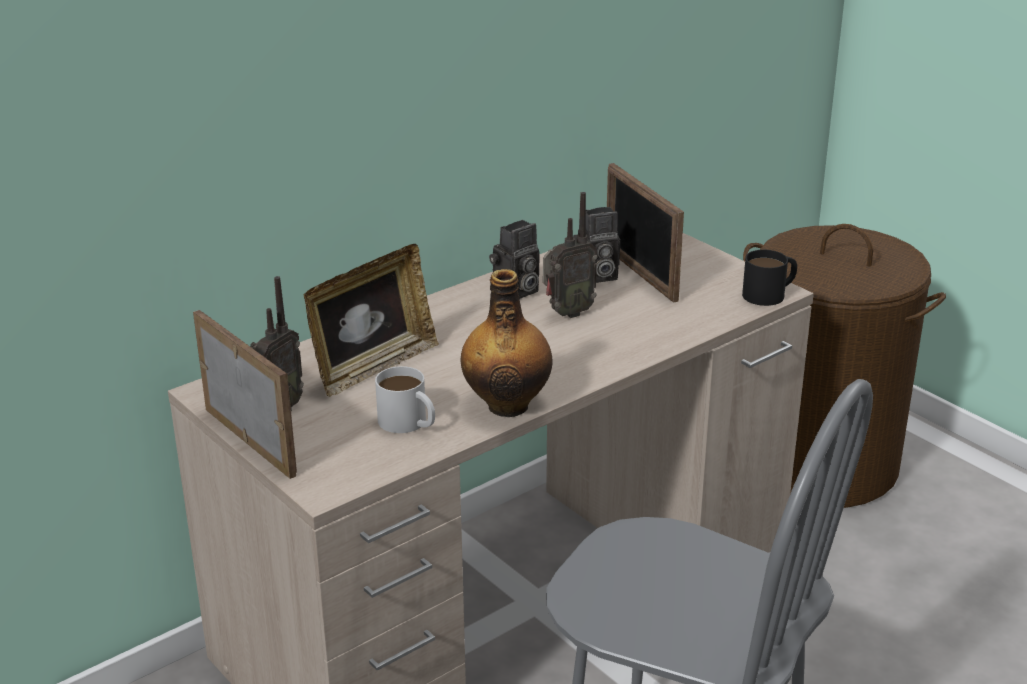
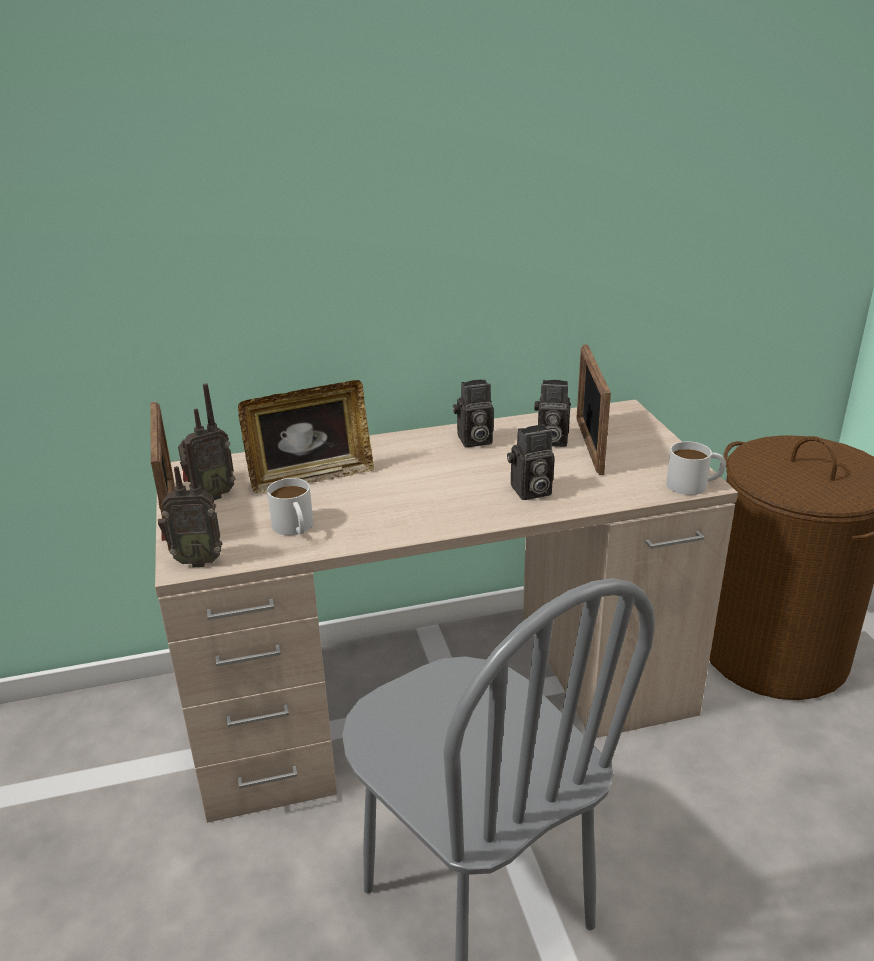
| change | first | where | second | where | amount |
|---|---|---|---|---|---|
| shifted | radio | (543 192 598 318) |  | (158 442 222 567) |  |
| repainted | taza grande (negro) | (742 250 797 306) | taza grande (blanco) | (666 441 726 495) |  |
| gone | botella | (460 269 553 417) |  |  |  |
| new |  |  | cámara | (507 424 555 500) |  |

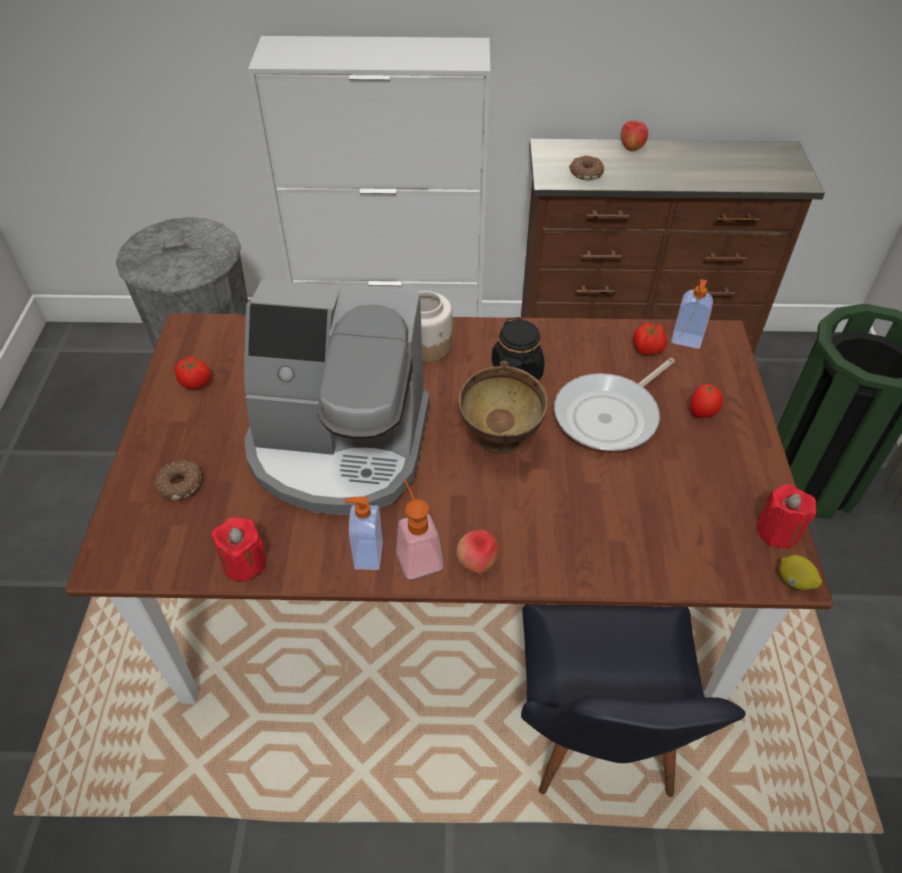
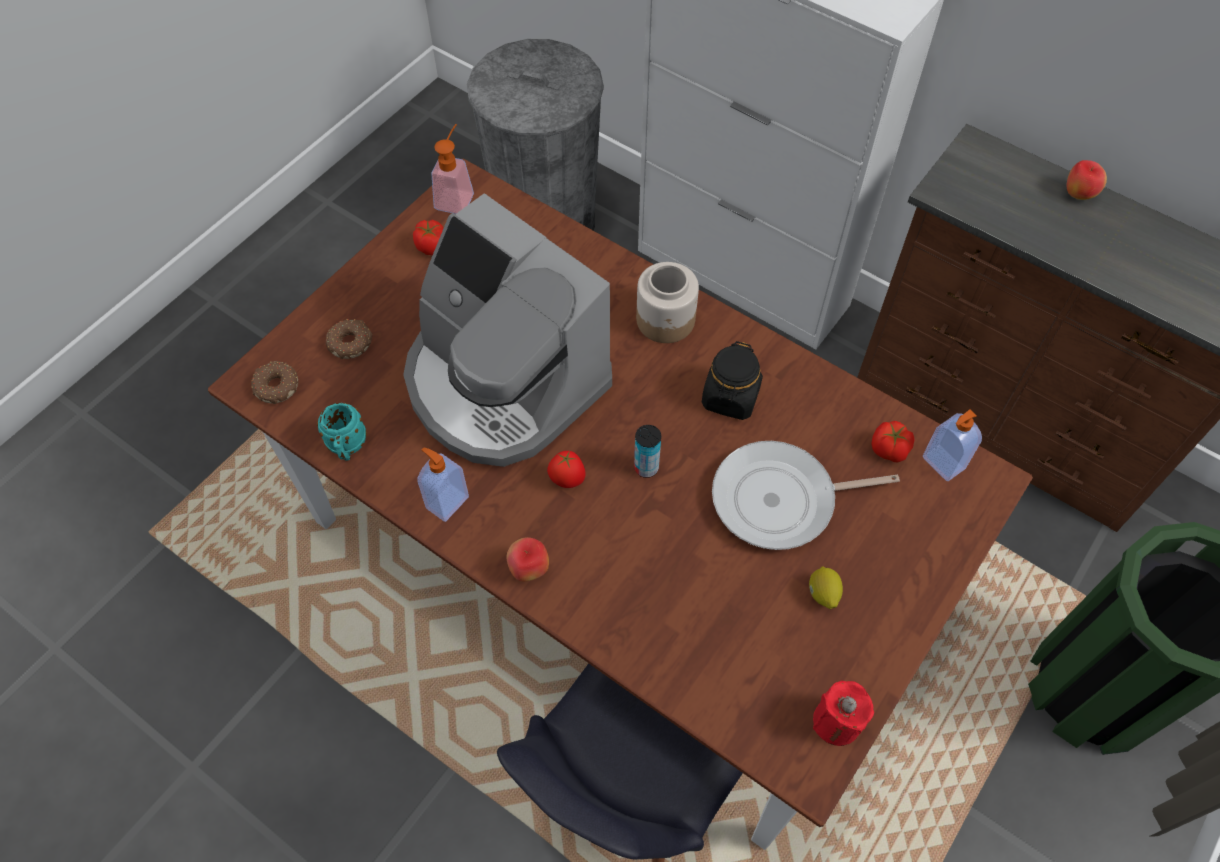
| change | first | where | second | where | amount |
|---|---|---|---|---|---|
| shifted | rosquilla | (569 155 604 181) |  | (251 361 299 404) |  |
| swapped | cuenco (marrón) | (458 361 548 454) | lata | (634 425 661 478) |  |
| shifted | tomate | (690 384 723 418) |  | (547 451 586 488) |  |
| shifted | dispensador de jabón | (396 479 443 579) |  | (431 124 474 214) |  |
| swapped | vela (rojo) | (212 517 266 582) | taza grande (turquesa) | (317 403 367 461) |  |
| shifted | limón | (779 555 822 590) |  | (809 566 843 609) |  |

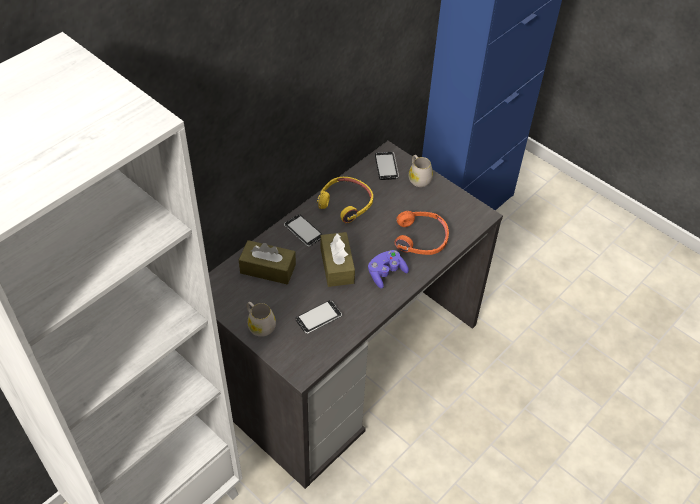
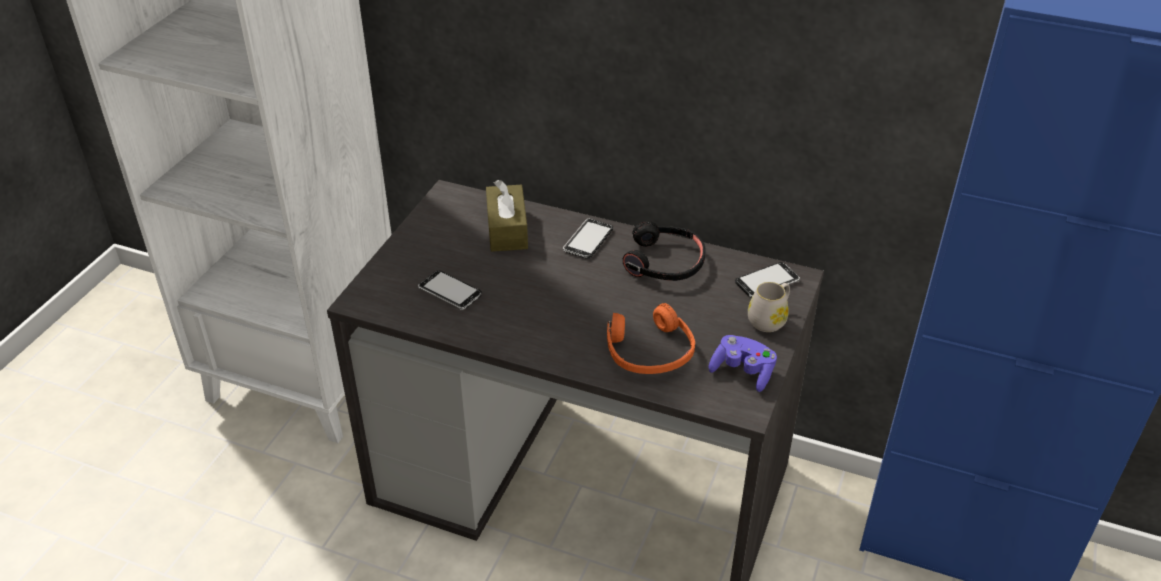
| change | first | where | second | where | amount |
|---|---|---|---|---|---|
| repainted | auriculares (amarillo) | (317 177 373 223) | auriculares (negro) | (623 221 706 281) |  |
| gone | caja de pañuelos (marrón) | (321 232 355 287) |  |  |  |
| shifted | mando de consola (morado) | (368 250 409 289) |  | (709 335 777 392) |  |
| gone | taza grande (blanco) | (247 302 276 337) |  |  |  |

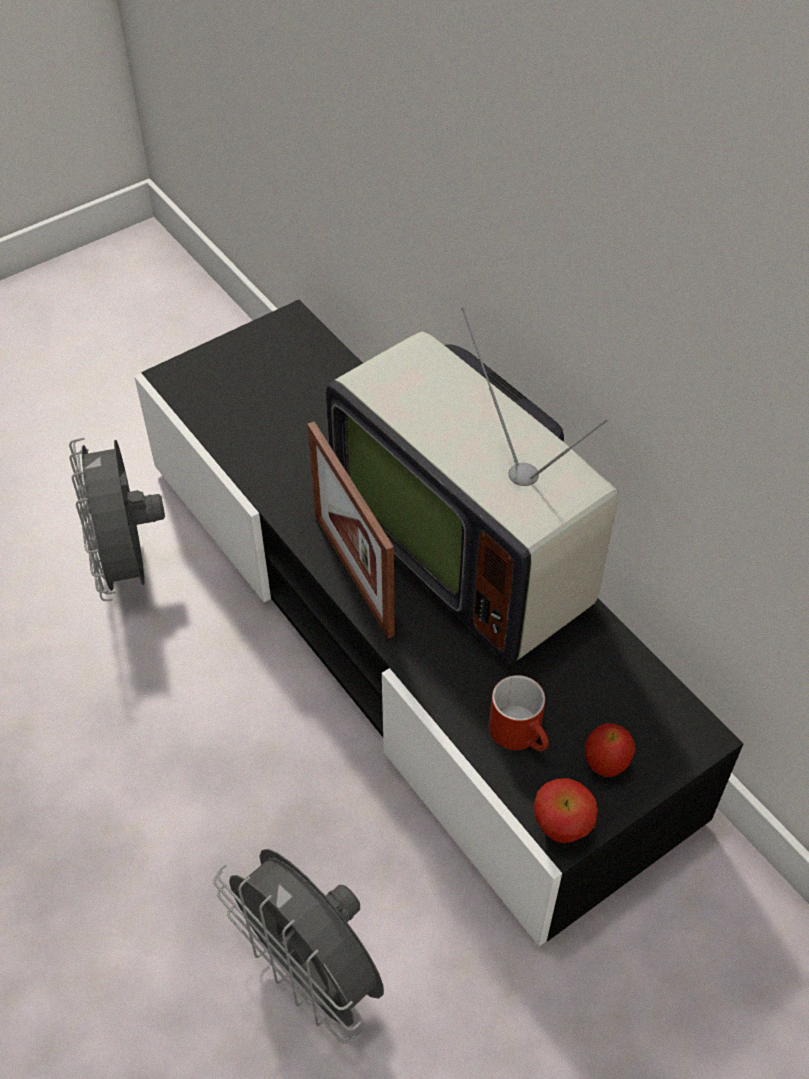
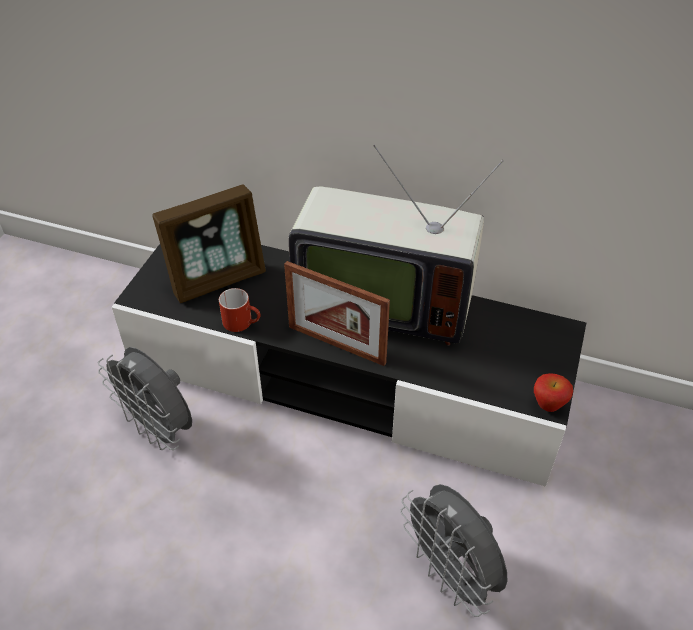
| change | first | where | second | where | amount |
|---|---|---|---|---|---|
| shifted | taza grande (rojo) | (489 675 549 751) |  | (219 288 261 332) |  |
| gone | manzana | (585 723 636 777) |  |  |  |
| rotated | ventilador (gris) | (213 849 384 1044) |  | (400 484 508 617) | 45 degrees clockwise |
| new |  |  | portarretratos | (152 184 266 303) |  |

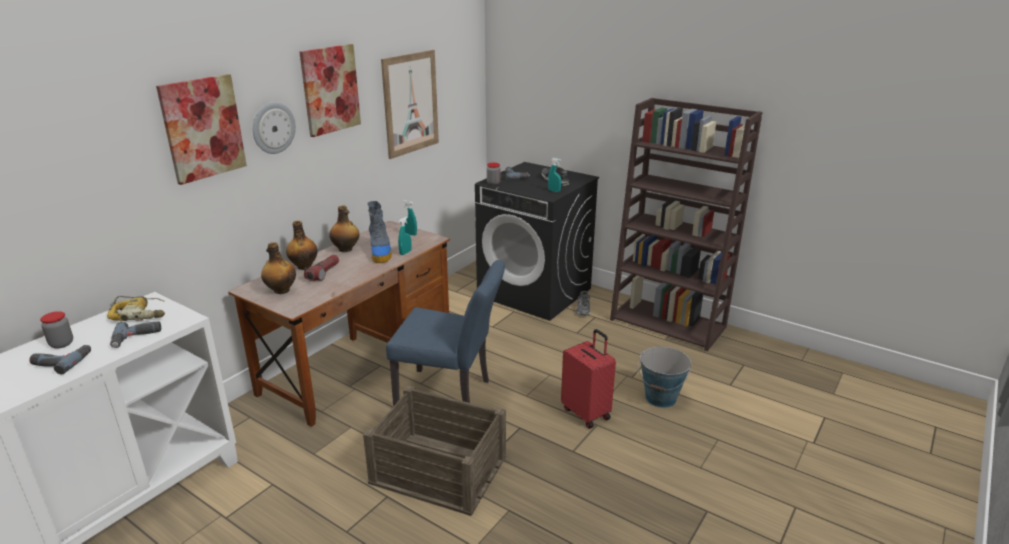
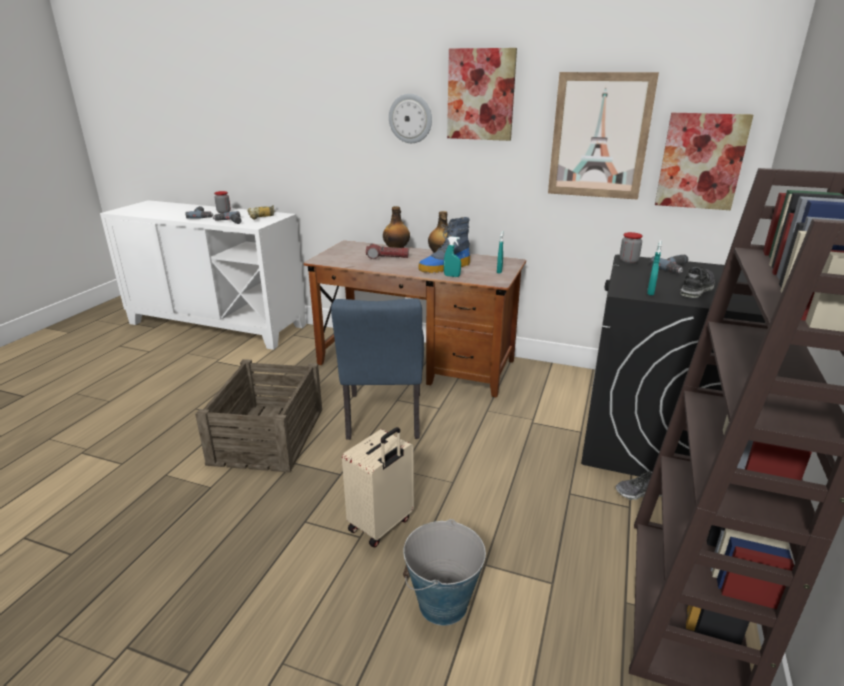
| change | first | where | second | where | amount |
|---|---|---|---|---|---|
| shifted | cuadro | (156 74 247 185) |  | (655 113 753 210) |  |
| gone | botella | (261 242 296 294) |  |  |  |
| repainted | maleta (rojo) | (561 329 616 429) | maleta (beis) | (342 427 414 547) |  |

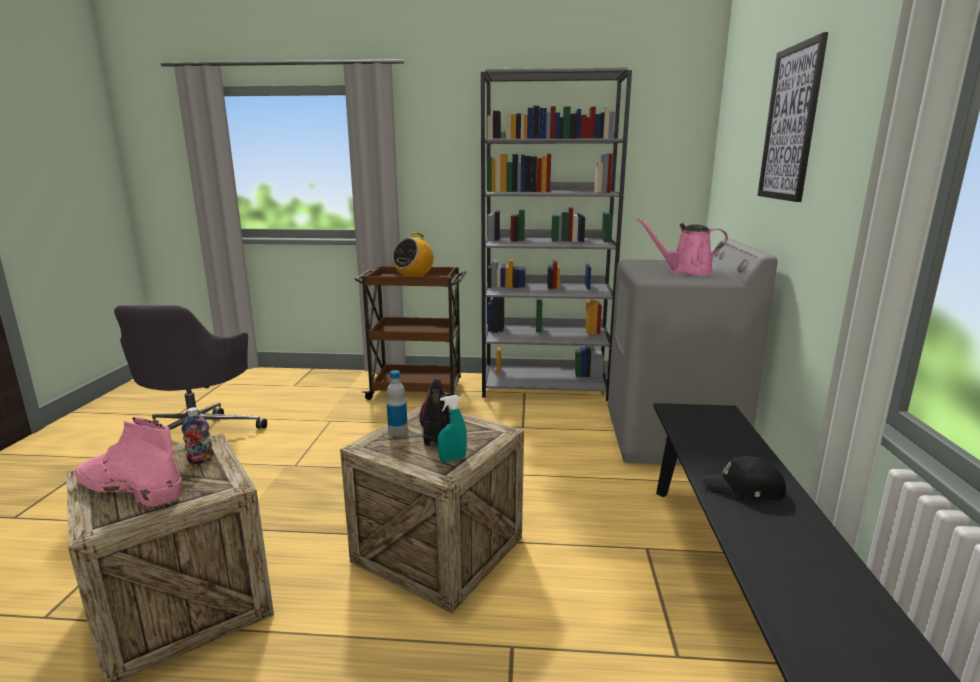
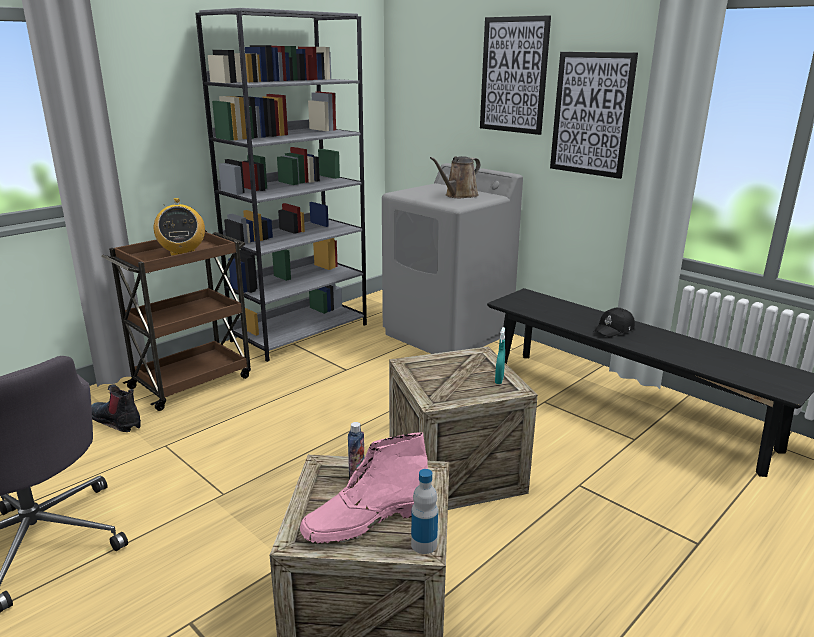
| change | first | where | second | where | amount |
|---|---|---|---|---|---|
| repainted | regadera (rosa) | (637 218 728 275) | regadera (marrón) | (430 156 480 198) |  |
| shifted | botella | (387 370 408 436) |  | (411 469 438 554) |  |
| shifted | bota | (419 378 450 447) |  | (91 384 141 432) |  |
| new |  |  | cuadro | (550 52 638 179) |  |

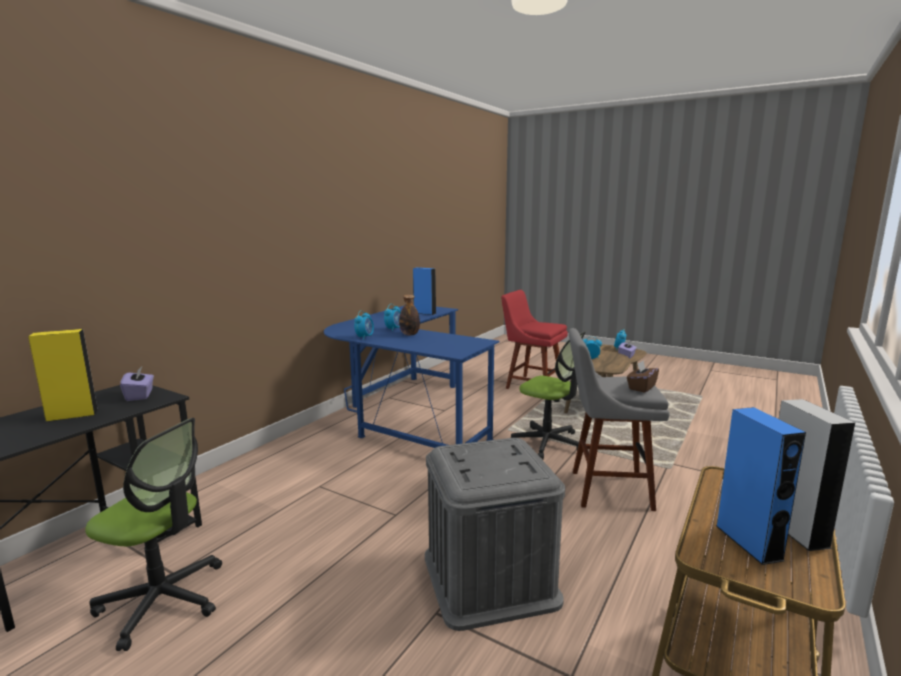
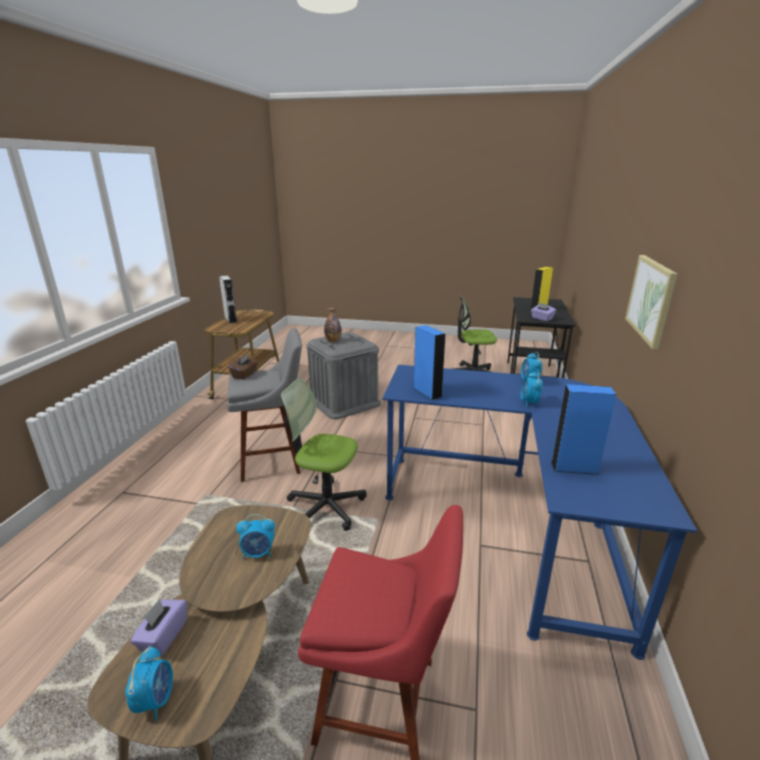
| change | first | where | second | where | amount |
|---|---|---|---|---|---|
| shifted | botella | (399 295 420 336) |  | (324 308 342 342) |  |
| shifted | altavoz (azul) | (716 407 806 565) |  | (413 325 446 400) |  |
| new |  |  | cuadro | (625 255 678 349) |  |

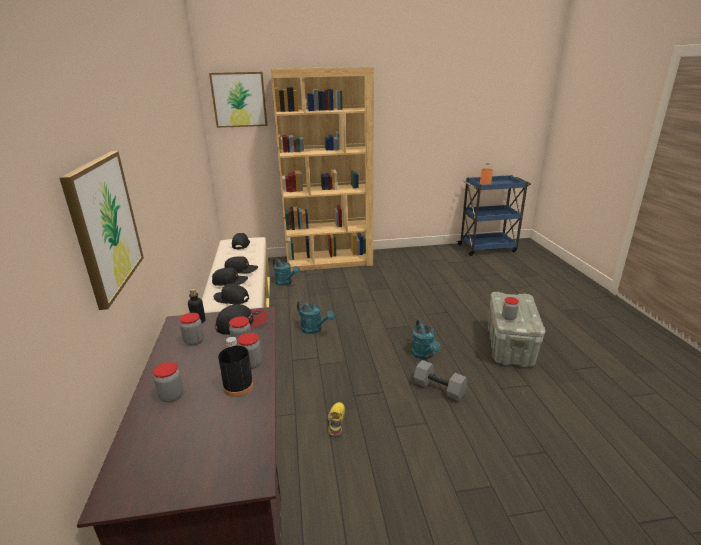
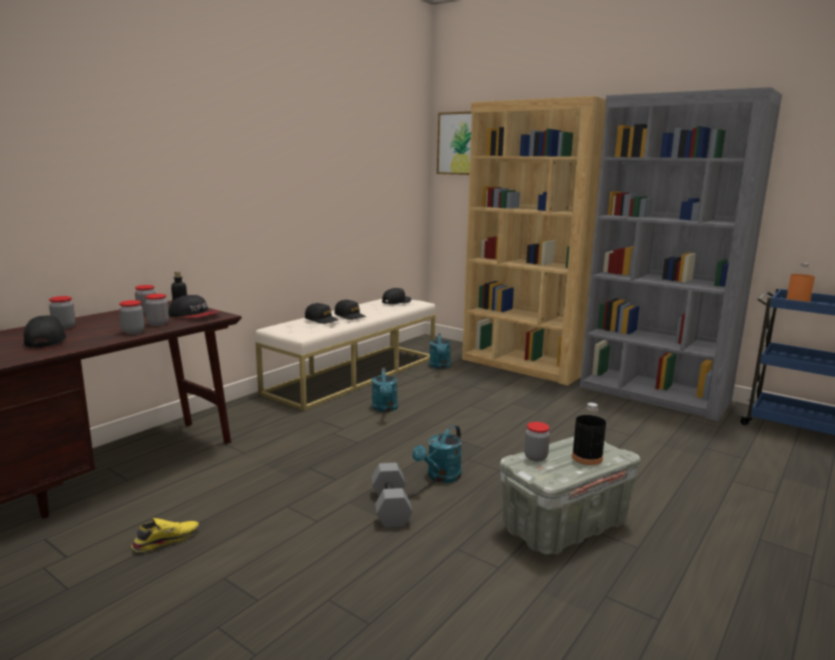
| change | first | where | second | where | amount |
|---|---|---|---|---|---|
| gone | cuadro | (60 151 144 310) |  |  |  |
| shifted | gorra (negro) | (214 284 249 304) |  | (24 315 67 348) |  |
| shifted | botella (negro) | (218 337 254 397) |  | (572 403 606 465) |  |
| shifted | zapato (amarillo) | (328 402 345 435) |  | (131 518 199 552) |  |
| new |  |  | estantería (gris) | (580 87 782 421) |  |

